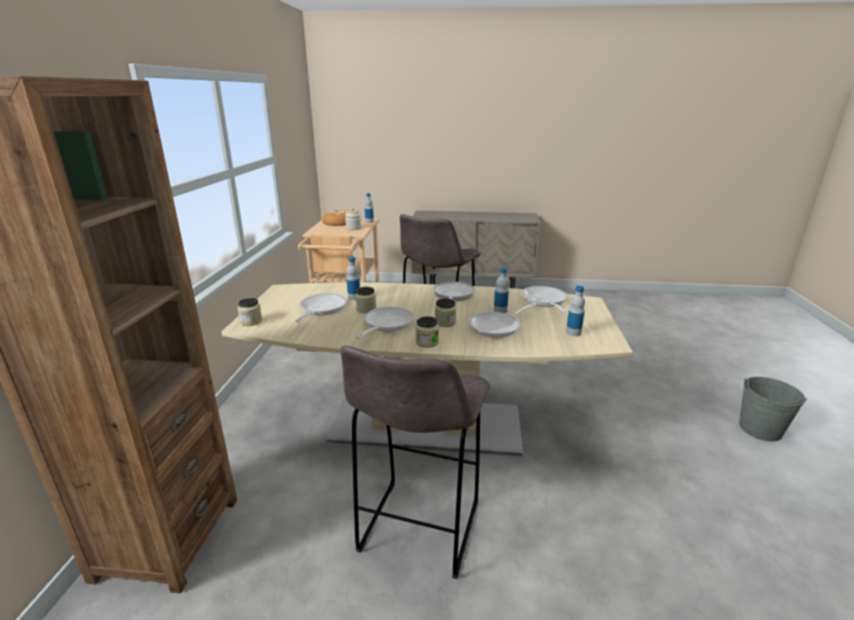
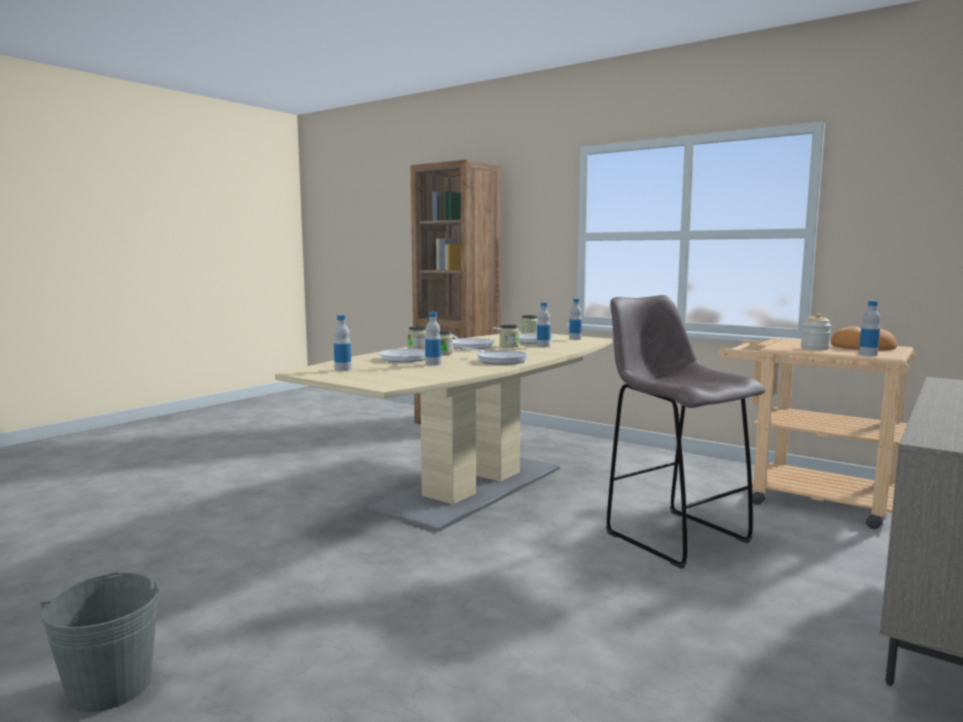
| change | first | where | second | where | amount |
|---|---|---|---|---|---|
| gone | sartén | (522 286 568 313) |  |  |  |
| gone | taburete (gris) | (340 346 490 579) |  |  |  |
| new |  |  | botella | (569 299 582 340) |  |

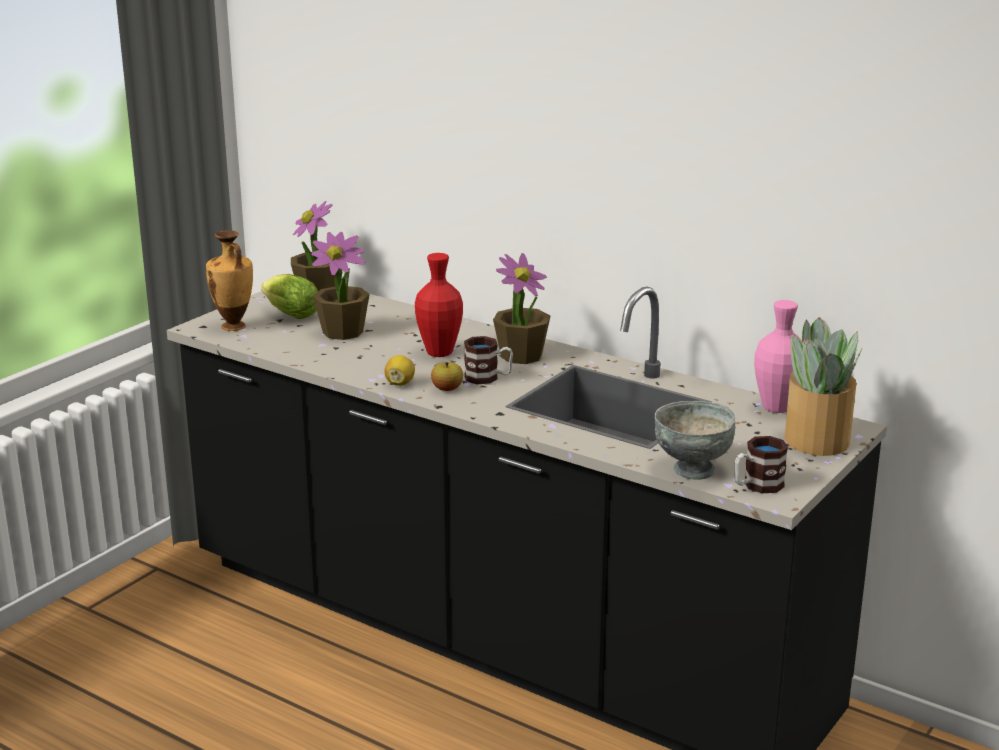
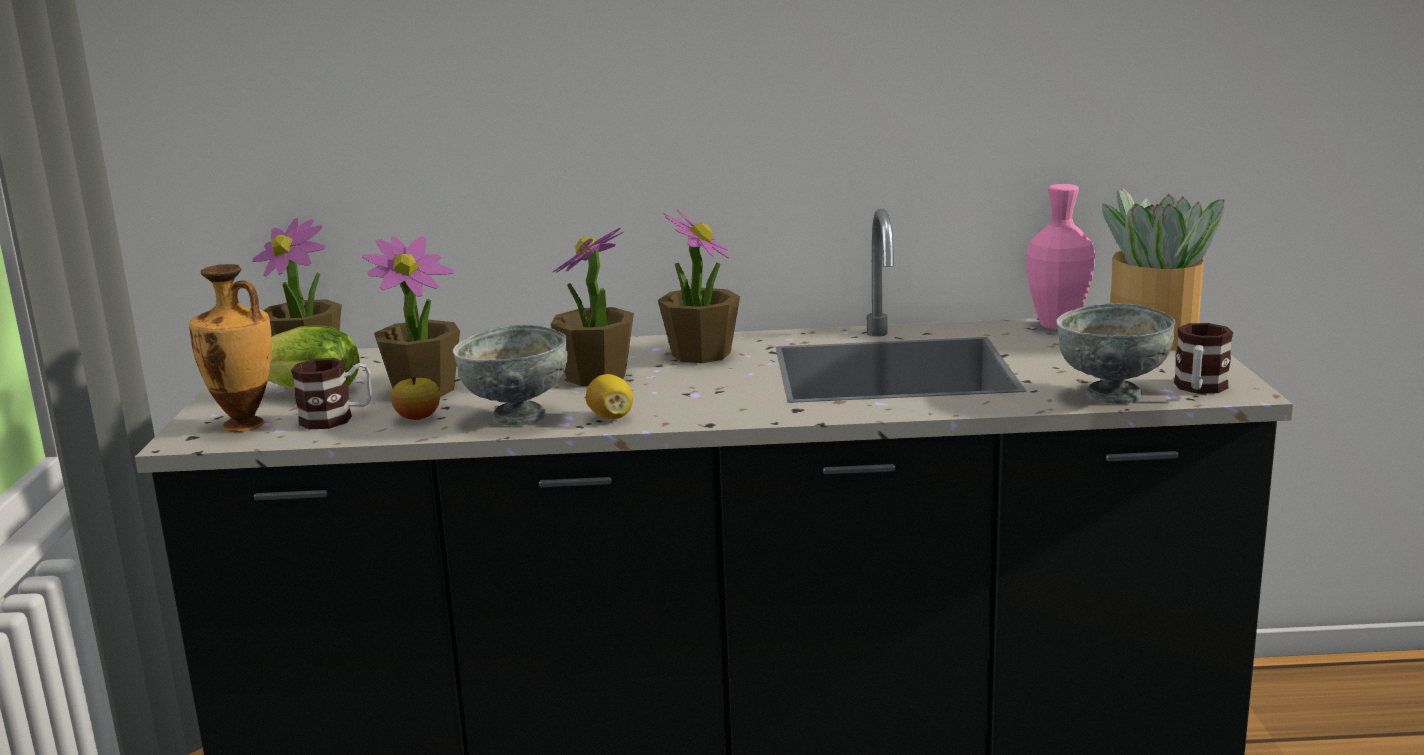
| change | first | where | second | where | amount |
|---|---|---|---|---|---|
| swapped | florero (rojo) | (415 253 463 357) | planta en maceta | (551 228 634 386) |  |
| shifted | taza grande | (464 336 513 384) |  | (291 358 372 429) |  |
| shifted | manzana | (431 362 463 391) |  | (391 376 440 420) |  |
| new |  |  | cuenco (gris) | (453 325 568 426) |  |

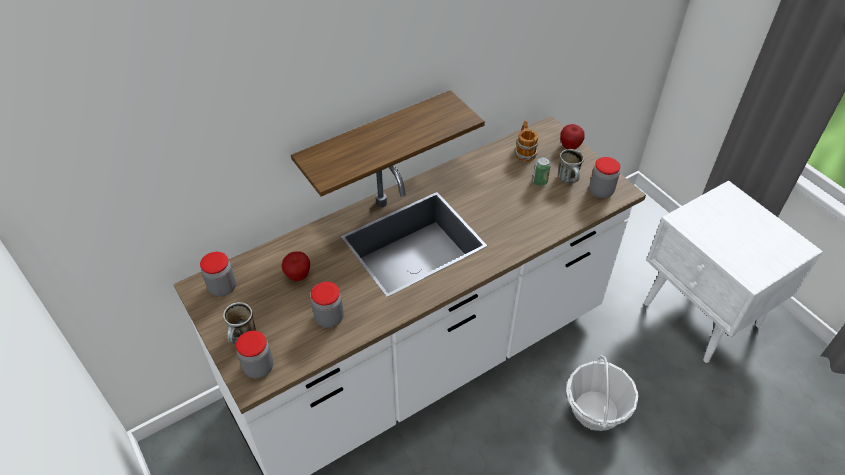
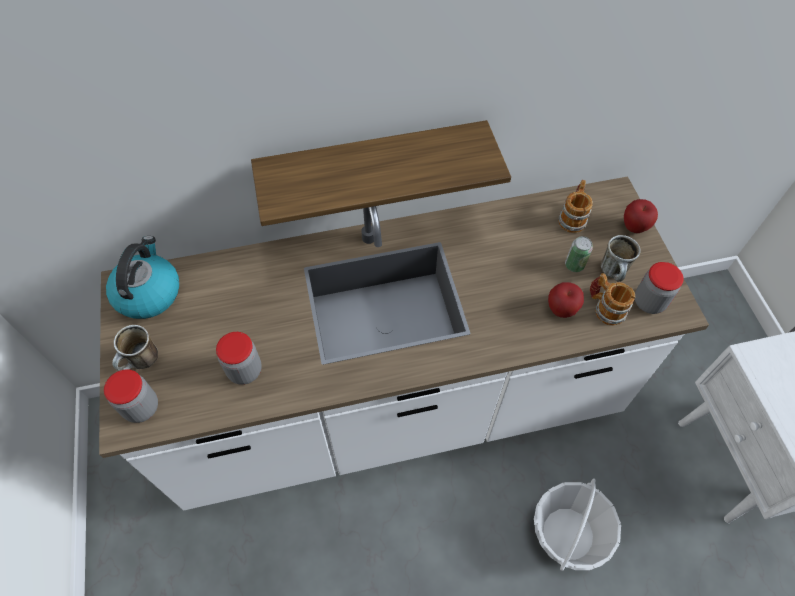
| change | first | where | second | where | amount |
|---|---|---|---|---|---|
| shifted | manzana | (282 251 310 281) |  | (548 282 584 318) |  |
| swapped | tarro | (200 252 236 297) | hervidor | (106 236 179 319) |  |
| new |  |  | taza grande | (590 273 635 326) |  |

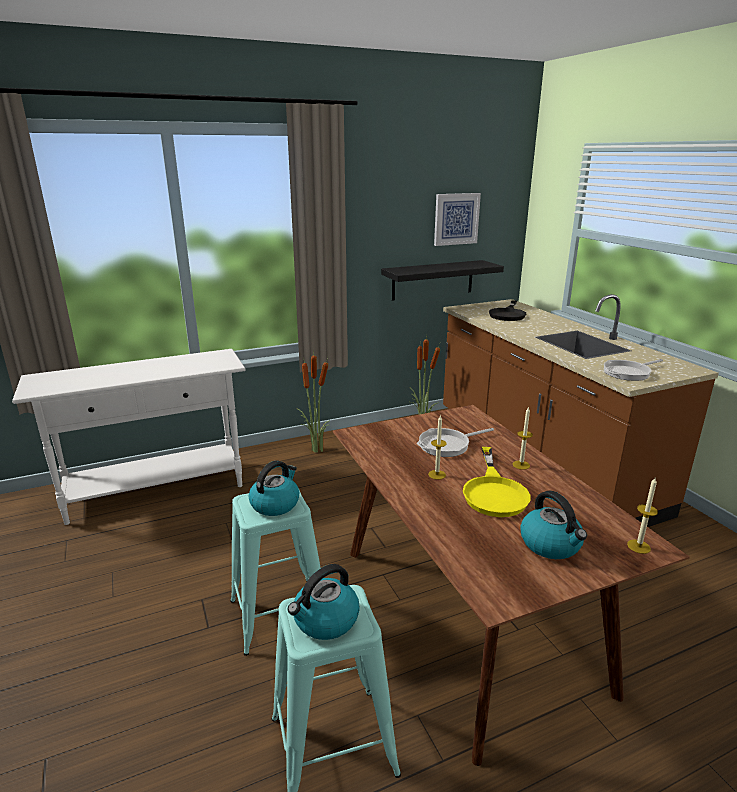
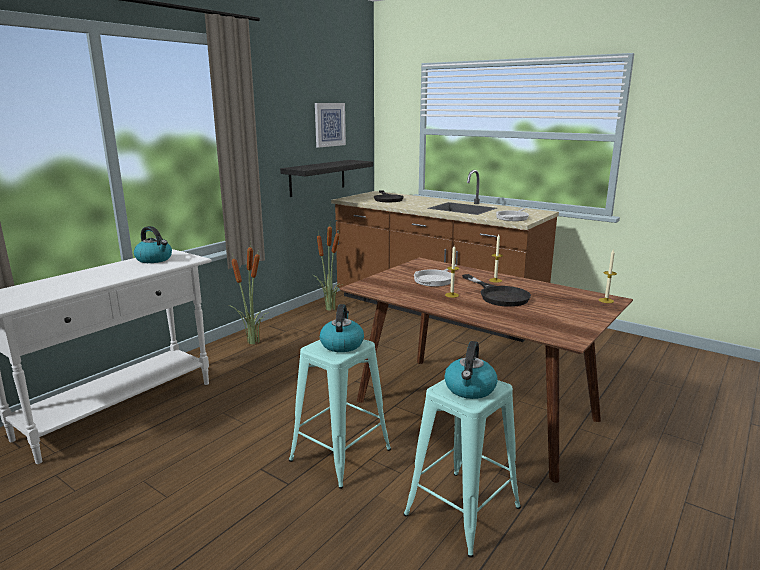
| change | first | where | second | where | amount |
|---|---|---|---|---|---|
| repainted | sartén (amarillo) | (463 447 530 517) | sartén (negro) | (462 274 531 307) |  |
| shifted | hervidor | (520 491 587 559) |  | (134 226 172 263) |  |

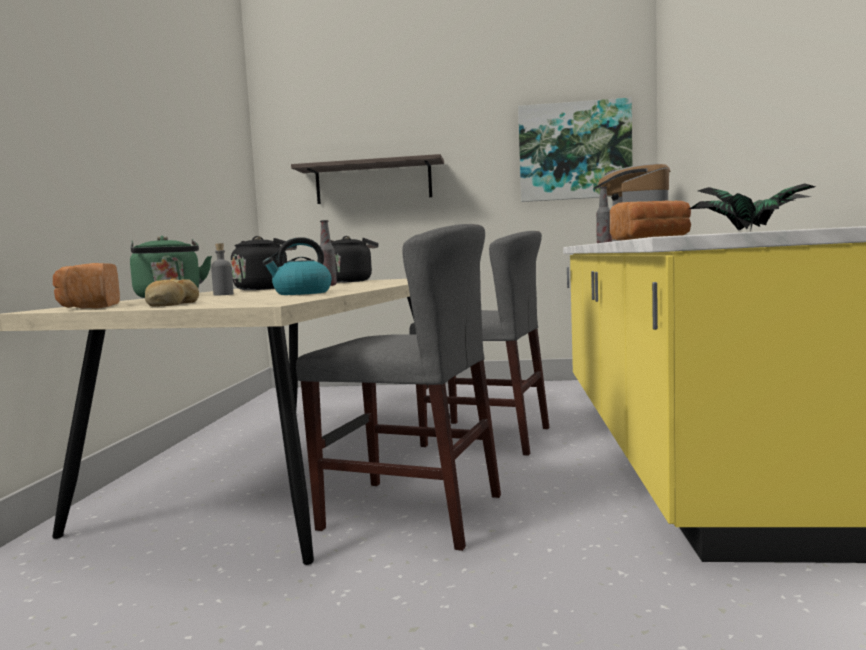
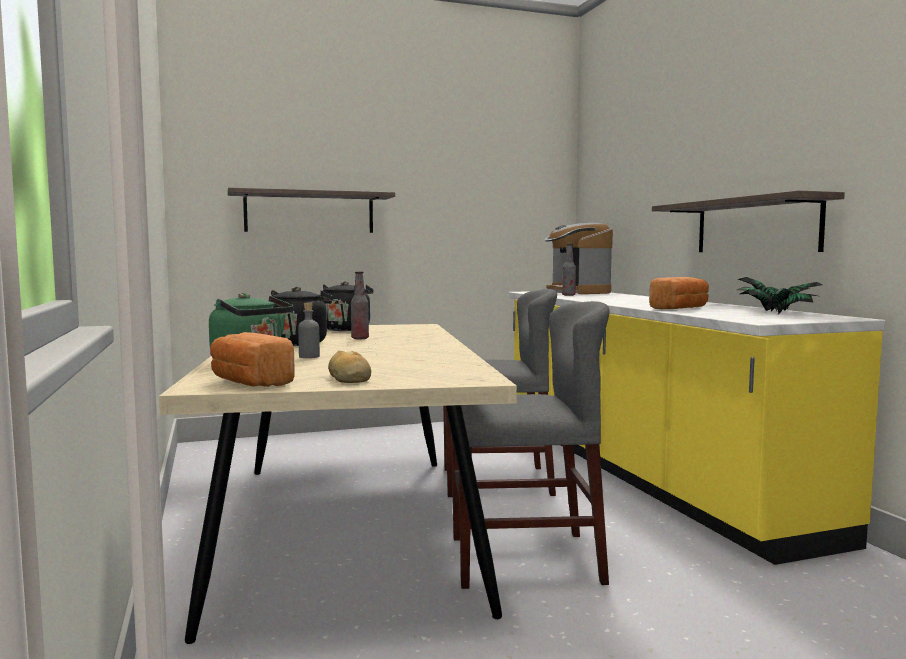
| change | first | where | second | where | amount |
|---|---|---|---|---|---|
| gone | cuadro | (518 97 632 202) |  |  |  |
| gone | hervidor | (262 237 332 295) |  |  |  |
| new |  |  | estante | (652 190 845 252) |  |

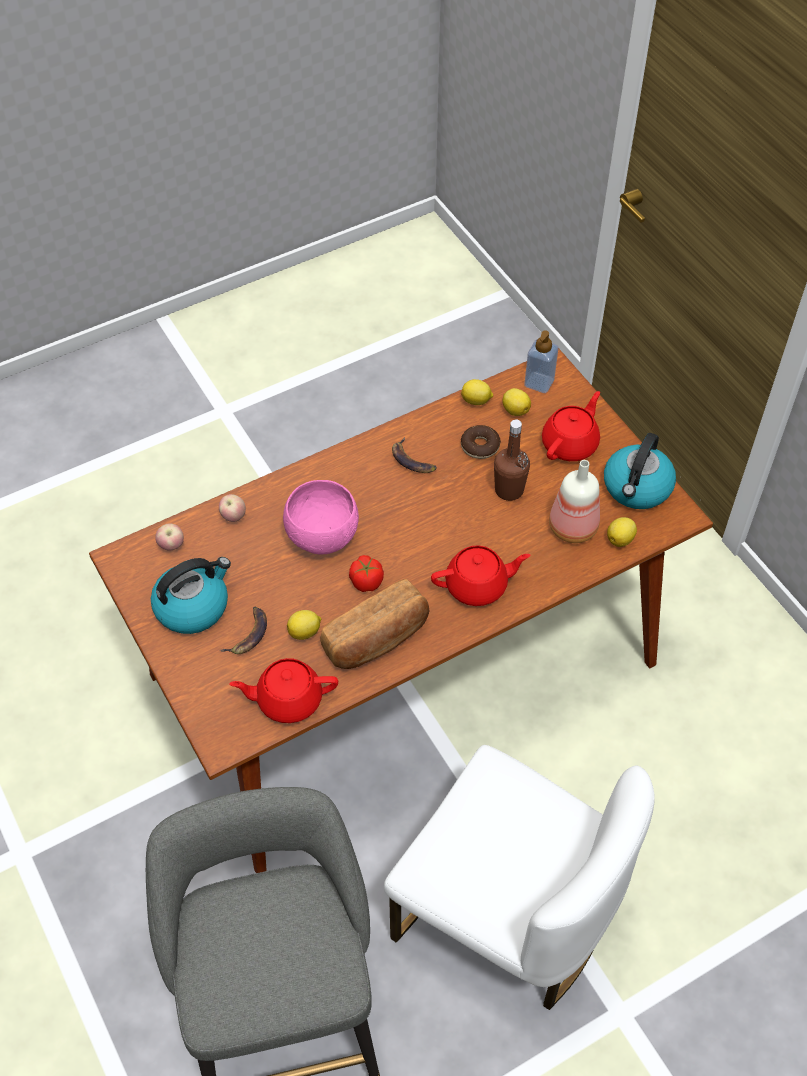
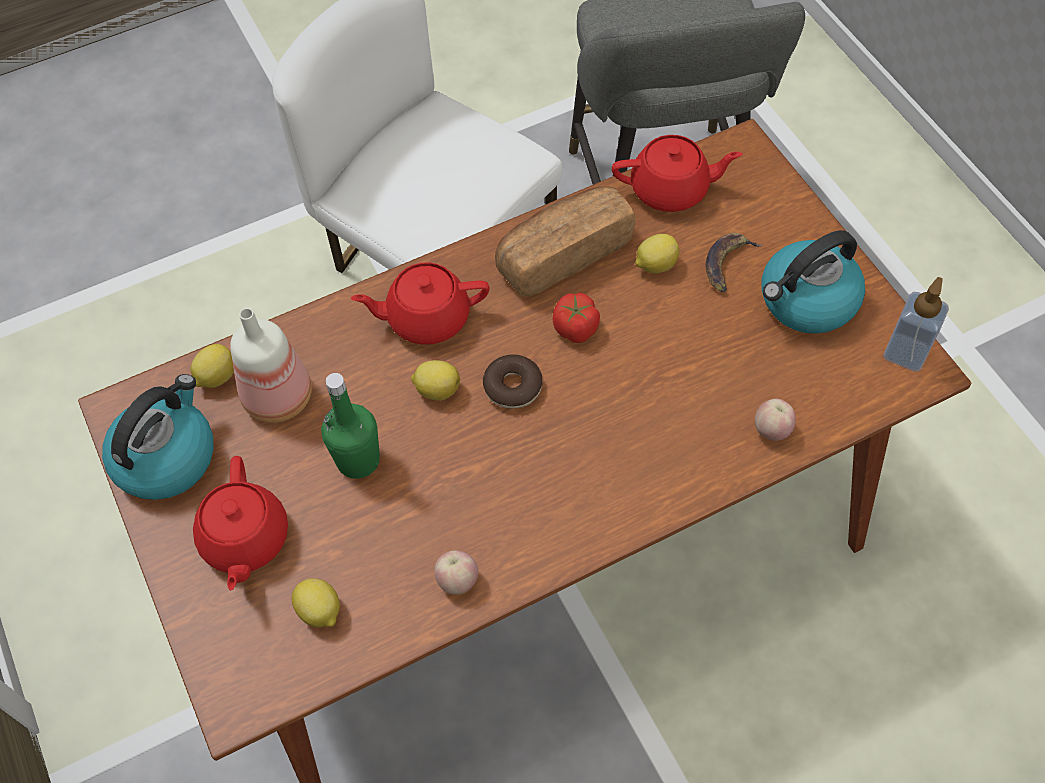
| change | first | where | second | where | amount |
|---|---|---|---|---|---|
| shifted | dispensador de jabón | (525 331 558 393) |  | (884 277 949 372) |  |
| shifted | limón | (461 379 493 405) |  | (411 360 460 401) |  |
| rotated | tetera (rojo) | (542 391 600 461) |  | (193 456 288 591) | 45 degrees counterclockwise |
| repainted | botella (marrón) | (494 420 530 501) | botella (verde) | (321 373 380 479) |  |
| shifted | rosquilla | (461 425 501 459) |  | (483 355 543 409) |  |
| gone | plátano | (392 437 437 473) |  |  |  |
| gone | cuenco (rosa) | (283 480 359 554) |  |  |  |
| shifted | manzana | (155 523 184 551) |  | (434 550 478 595) |  |

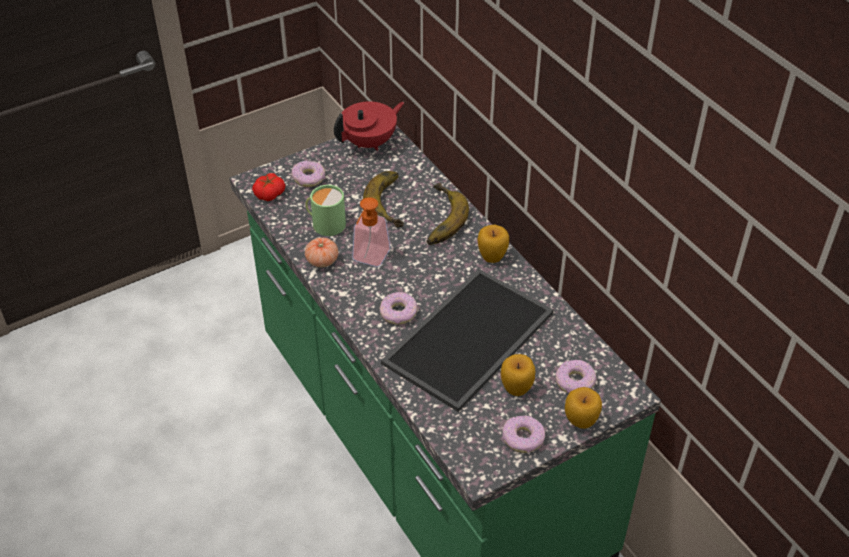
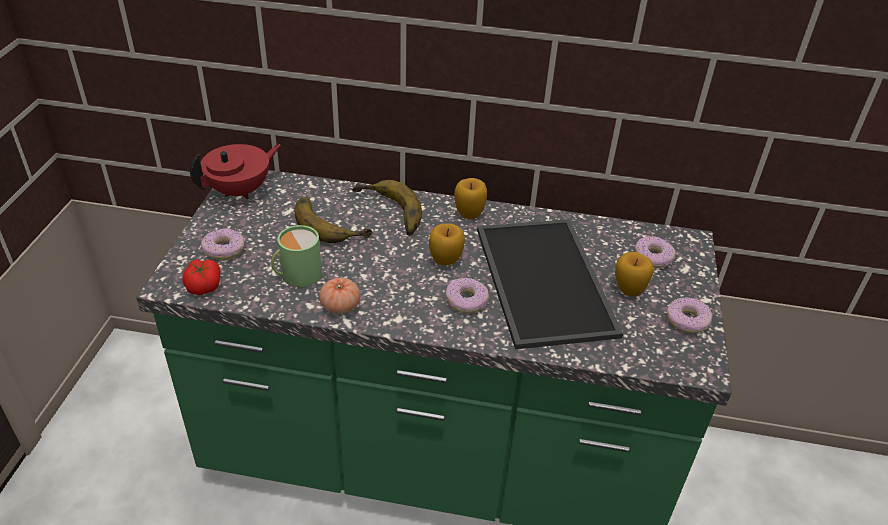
| change | first | where | second | where | amount |
|---|---|---|---|---|---|
| rotated | tetera (rojo) | (334 101 404 151) |  | (190 144 281 200) | 45 degrees clockwise |
| gone | dispensador de jabón | (352 197 390 267) |  |  |  |
| shifted | manzana | (565 387 602 429) |  | (429 223 465 266) |  |

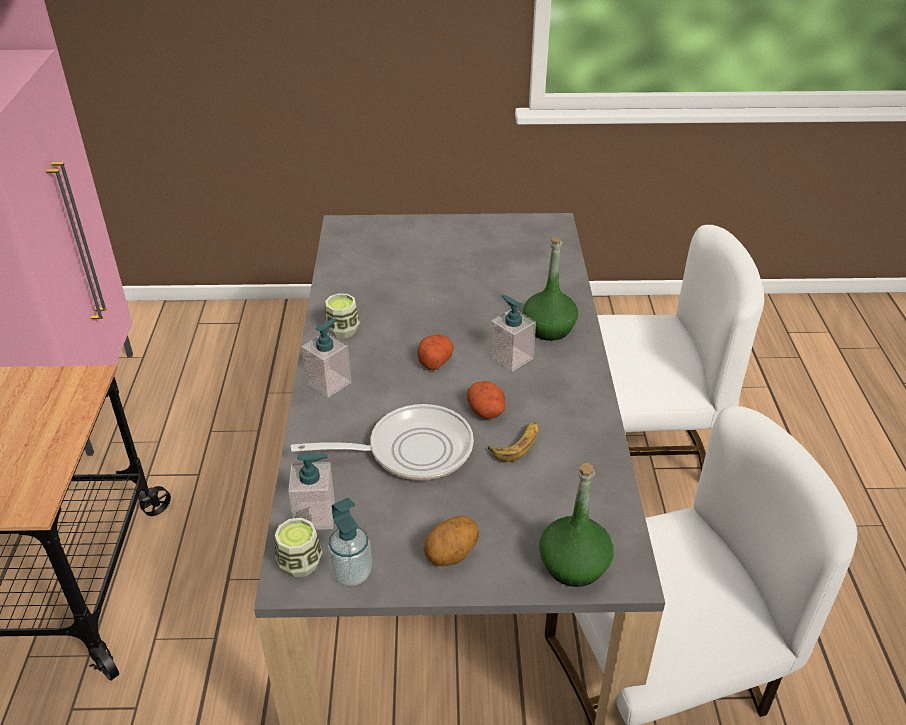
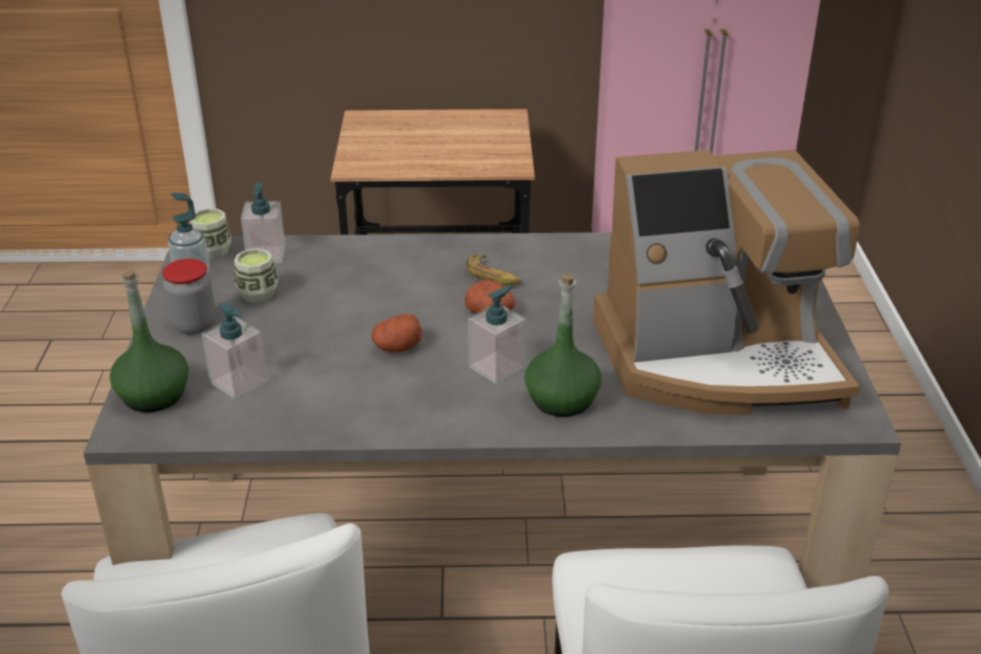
| change | first | where | second | where | amount |
|---|---|---|---|---|---|
| shifted | taza | (325 293 360 338) |  | (234 248 278 303) |  |
| shifted | dispensador de jabón | (302 318 352 398) |  | (202 302 267 399) |  |
| gone | sartén | (291 404 474 480) |  |  |  |
| shifted | plátano | (488 422 538 462) |  | (466 255 521 286) |  |
| swapped | patata | (423 515 479 566) | tarro | (162 259 216 334) |  |
| new |  |  | cafetera | (593 149 860 415) |  |

